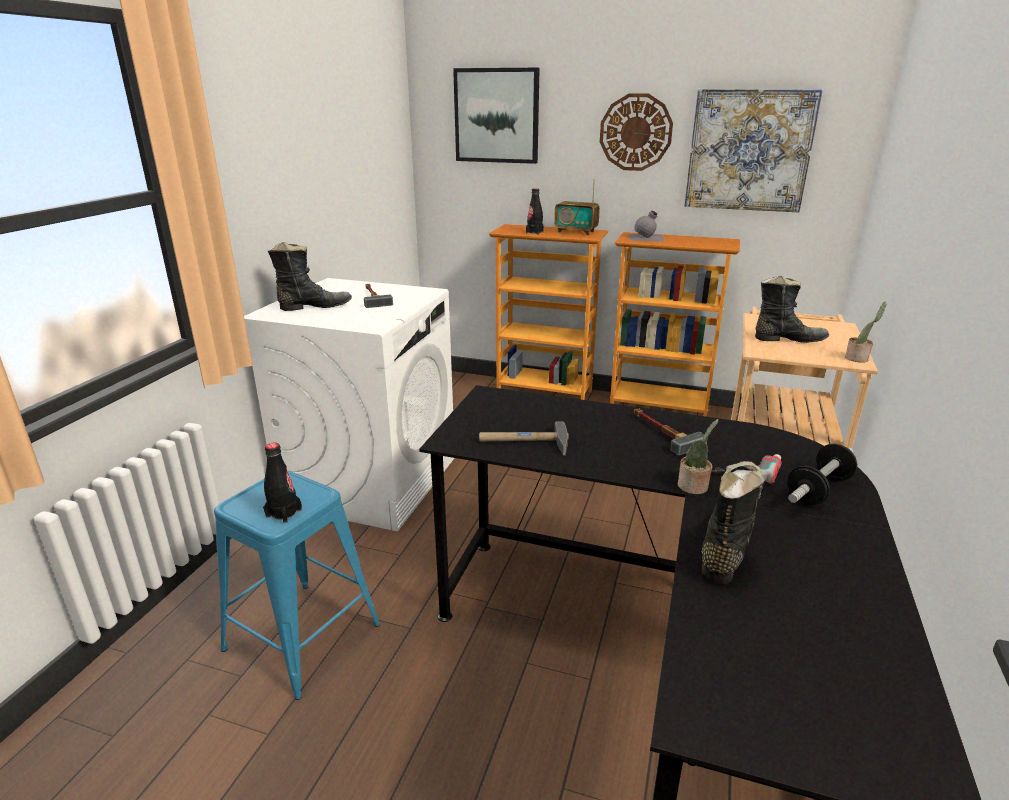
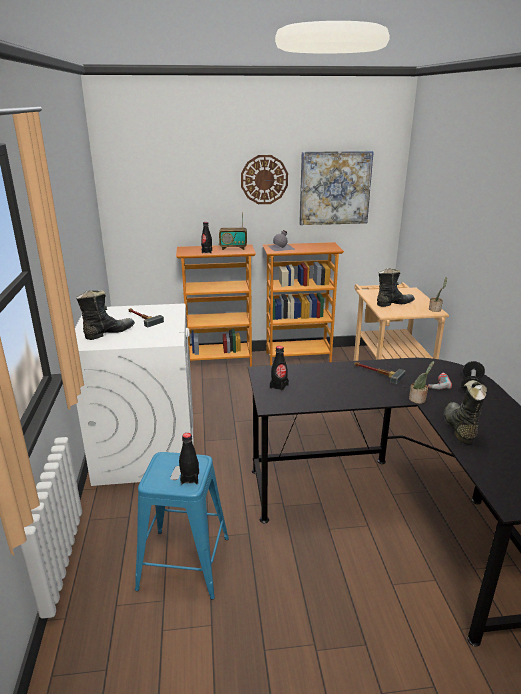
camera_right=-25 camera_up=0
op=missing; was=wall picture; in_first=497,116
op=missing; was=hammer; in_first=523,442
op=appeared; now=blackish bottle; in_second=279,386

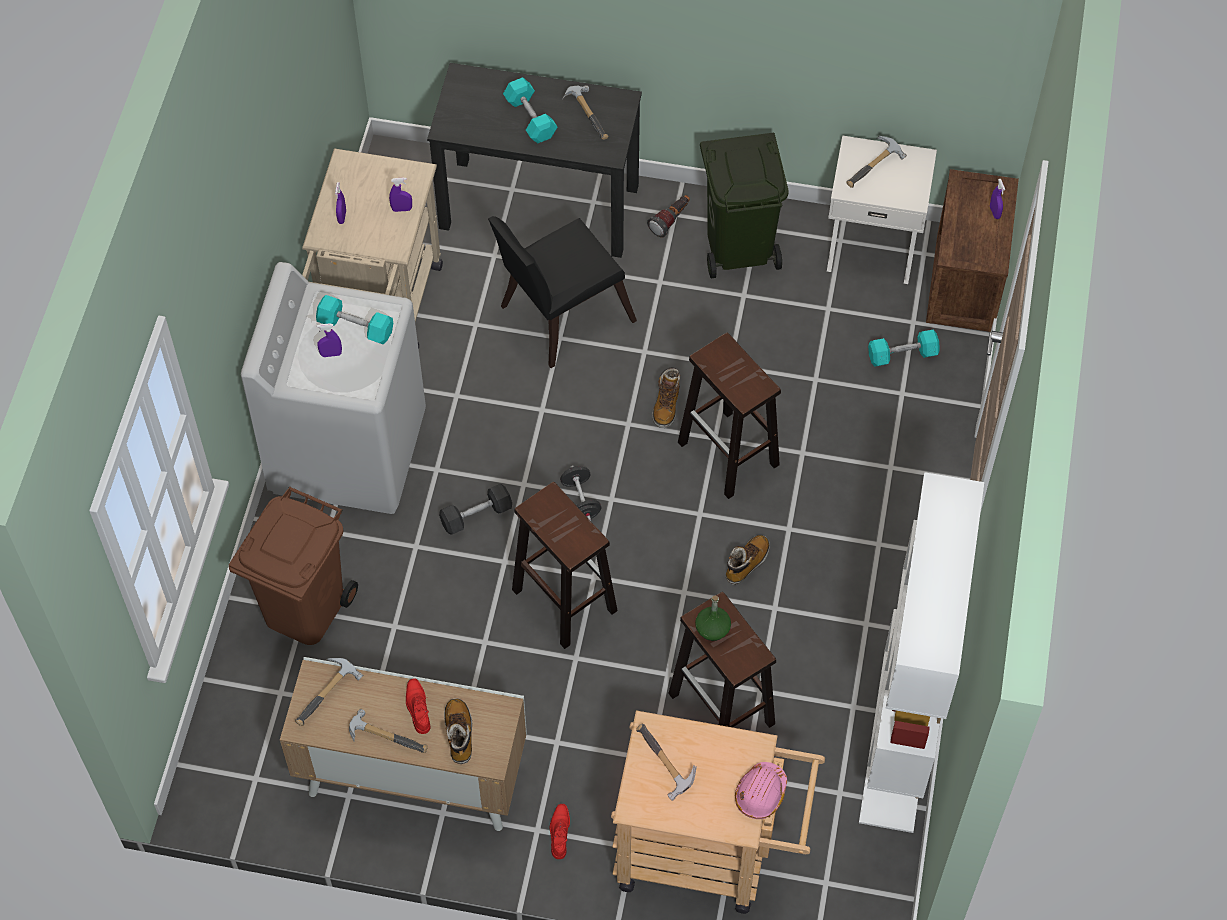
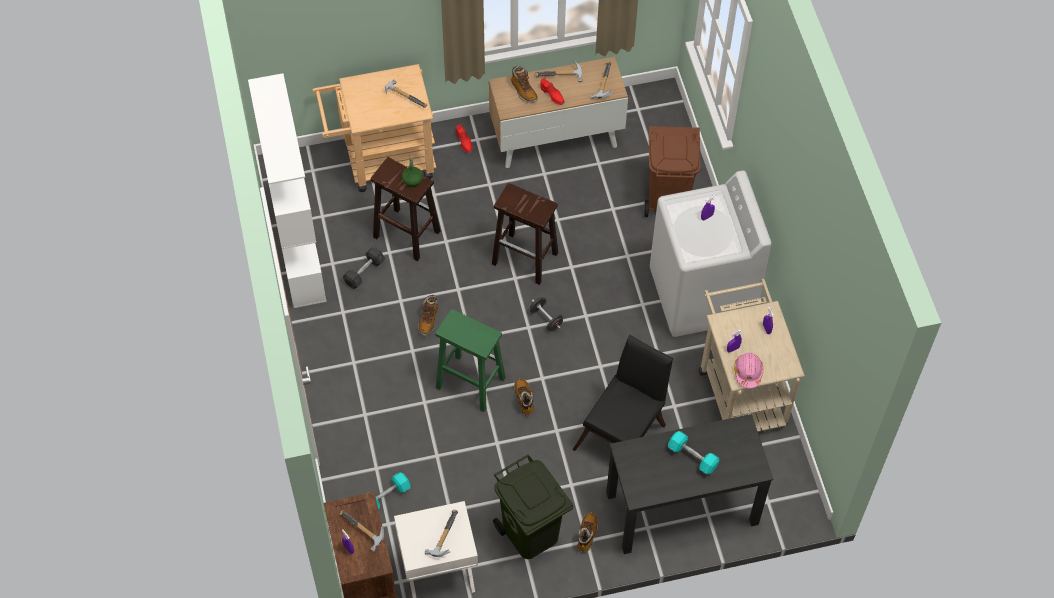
camera_right=155 camera_up=0
op=relocated; was=hammer; in_first=589,114; in_second=361,532
op=exchanged; was=hand torch; now=boot; in_first=671,220; in_second=587,534
op=missing; was=turquoise dumbbell; in_first=355,327
op=colour; was=brown-coloured stool; now=greenish stool; in_first=729,454; in_second=469,383
op=relocated; was=grey dumbbell; in_first=476,515; in_second=364,272
op=relocated; was=pinkish work helmet; in_first=760,794; in_second=748,372

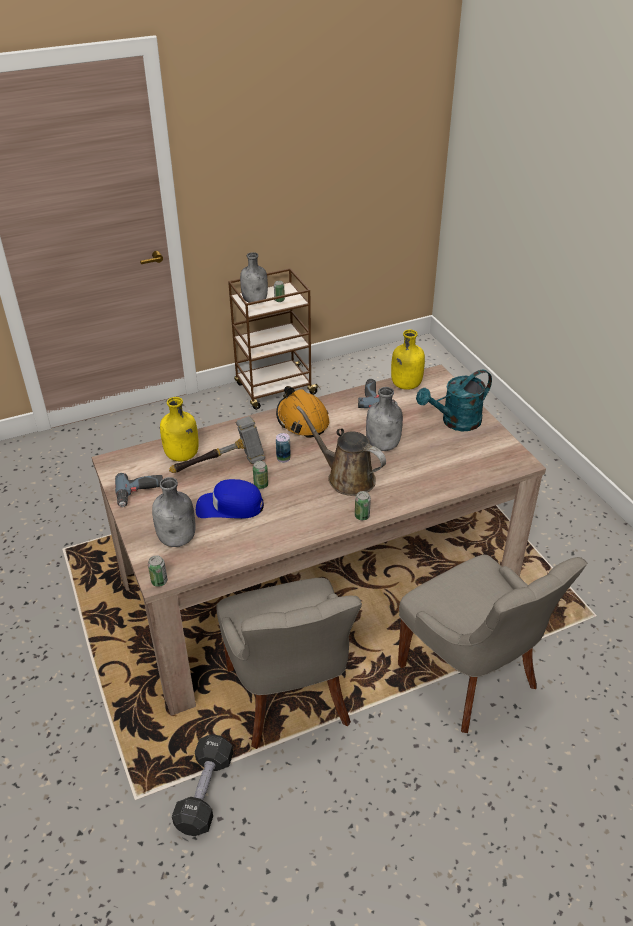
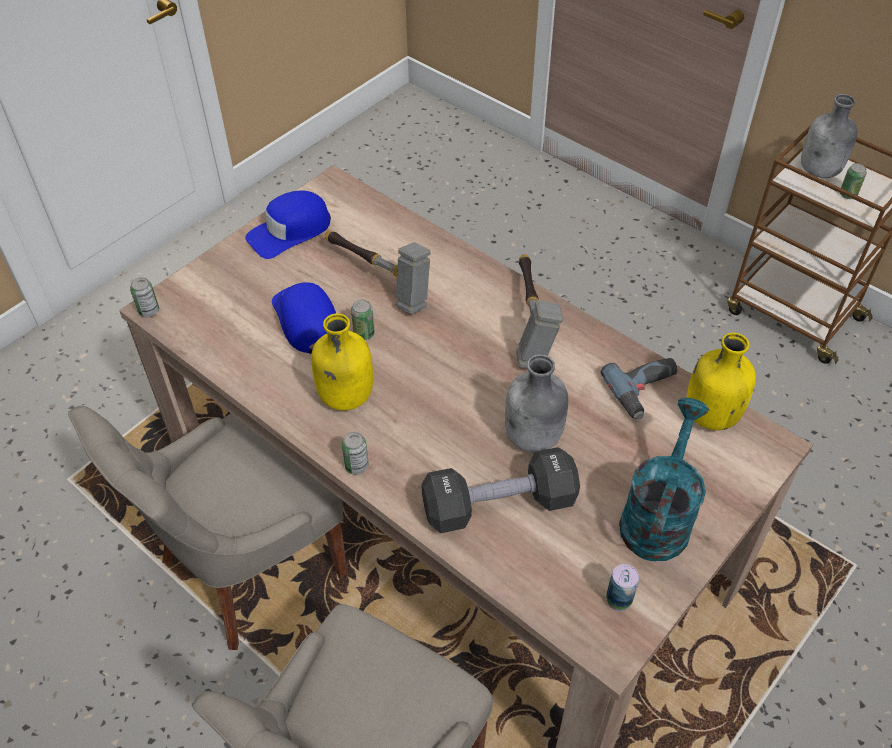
camera_right=65 camera_up=10
op=spun; was=turquoise sprinkling can; in_first=455,422; in_second=658,515; clockwise=75
op=exchanged; was=orange-coloured work helmet; now=hammer; in_first=302,420; in_second=530,323
op=relocated; was=yellow-coloured bottle; in_first=182,456; in_second=345,397
op=missing; was=brown-coloured sprinkling can; in_first=347,477
op=relocated; was=can; in_first=283,458; in_second=618,600
op=exchanged; was=electric drill; now=bluish baseball cap; in_first=140,493; in_second=289,231
op=missing; was=grey bottle; in_first=178,539
op=relocated; was=blackish dumbbell; in_first=205,792; in_second=499,504

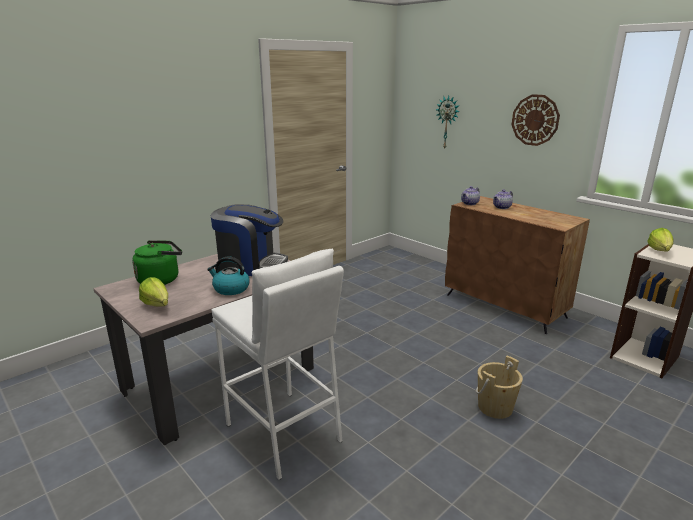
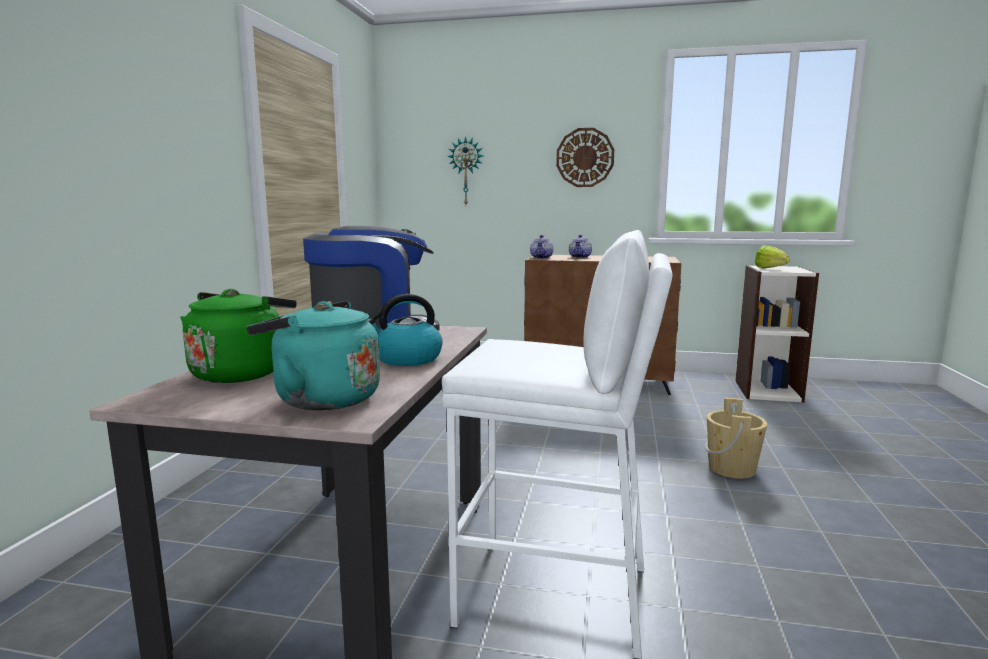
camera_right=-35 camera_up=-10
op=exchanged; was=lettuce; now=turquoise kettle; in_first=158,307; in_second=321,399

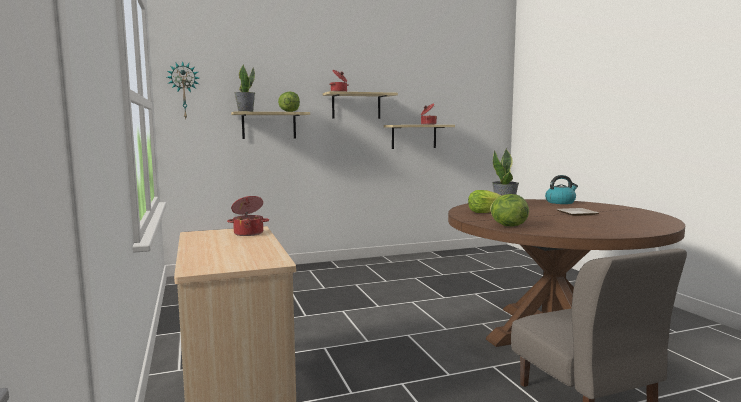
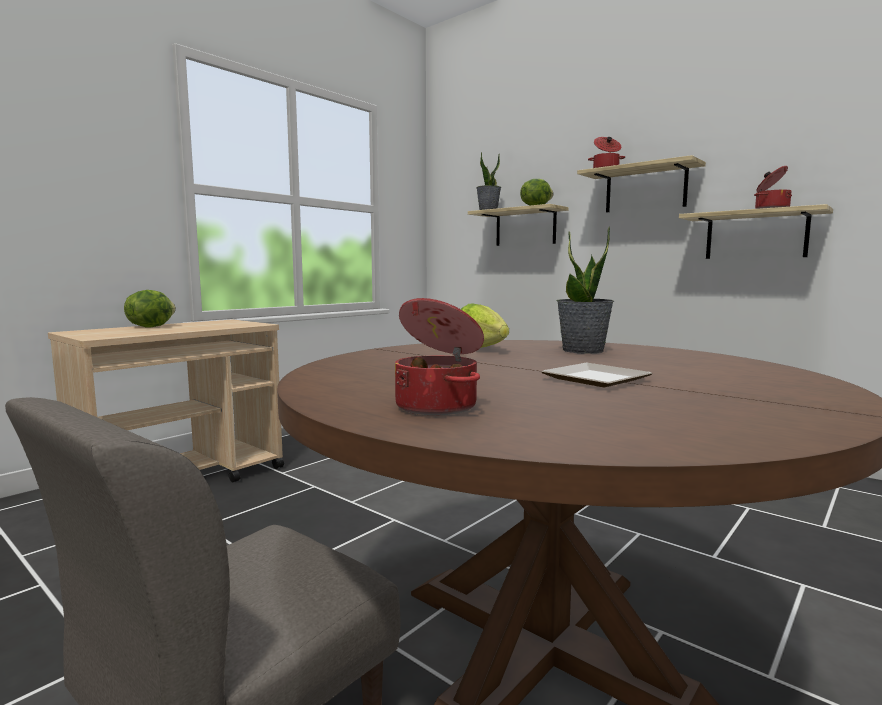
camera_right=60 camera_up=0
op=missing; was=clock on the wall; in_first=184,90
op=missing; was=kettle; in_first=560,202
op=relocated; was=lettuce; in_first=507,226; in_second=150,327
op=relocated; was=saucepot; in_first=248,233; in_second=438,406

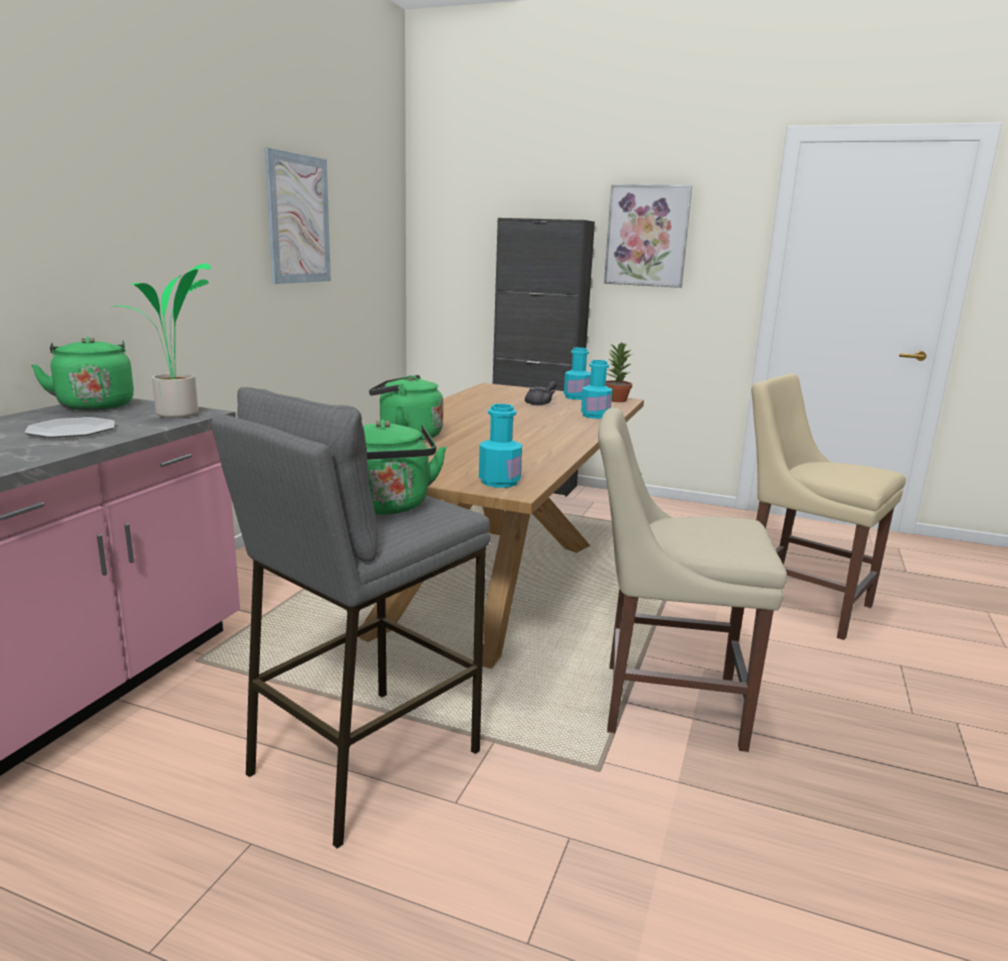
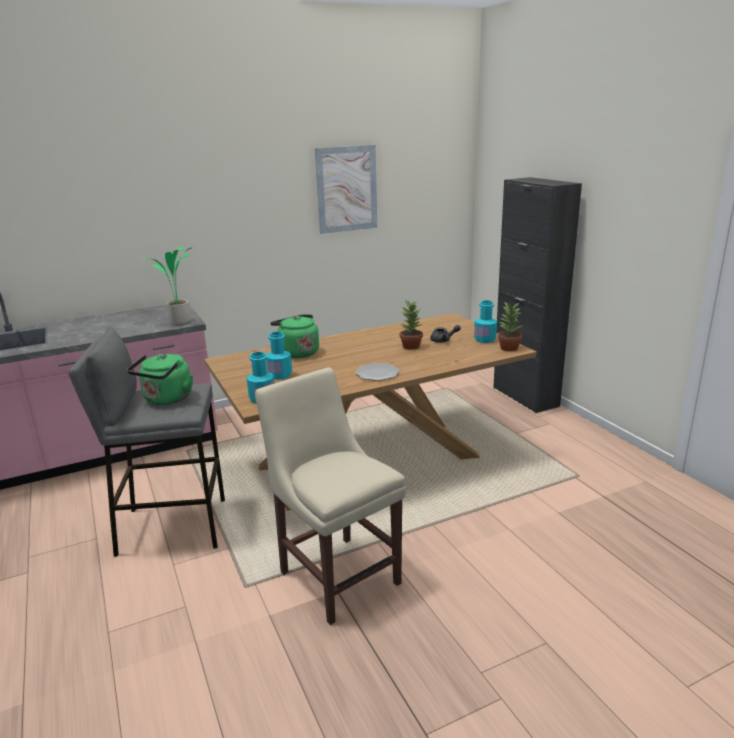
camera_right=45 camera_up=5
op=missing; was=wall picture; in_first=647,236
op=missing; was=greenish kettle; in_first=95,405
op=relocated; was=turquoise bottle; in_first=595,415; in_second=280,375
op=missing; was=beige upright chair; in_first=799,603
op=relocated; was=dinner plate; in_first=72,430; in_second=377,373
op=appeared; now=plant in a pot; in_second=411,346

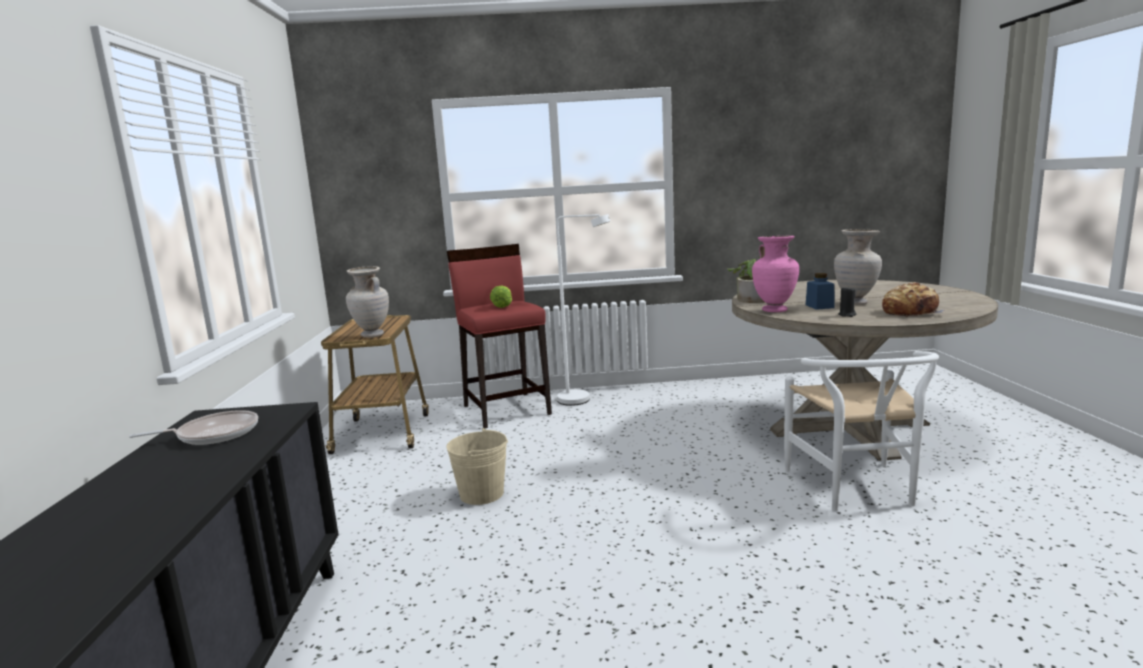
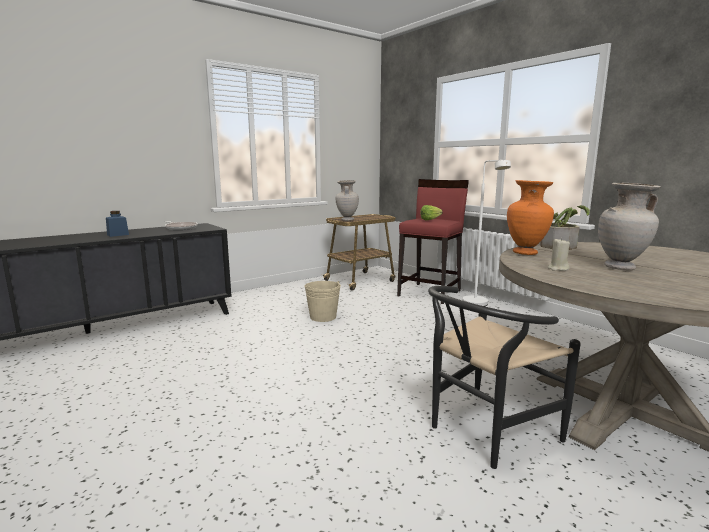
camera_right=55 camera_up=0
op=colour; was=pinkish vase; now=orange-coloured vase; in_first=775,310; in_second=526,253
op=relocated; was=bluish jar; in_first=819,306; in_second=118,235
op=missing; was=bakery bread; in_first=910,312
op=colour; was=blackish wax candle; now=beige wax candle; in_first=847,315; in_second=558,269
op=colour; was=white-coloured upright chair; now=blackish upright chair; in_first=857,490; in_second=484,433

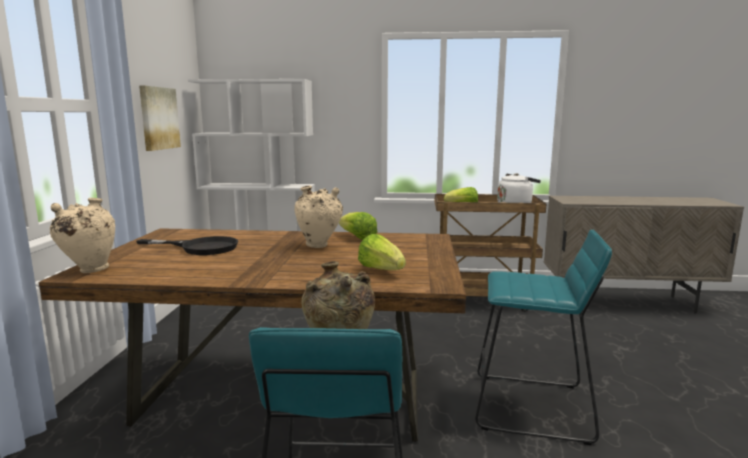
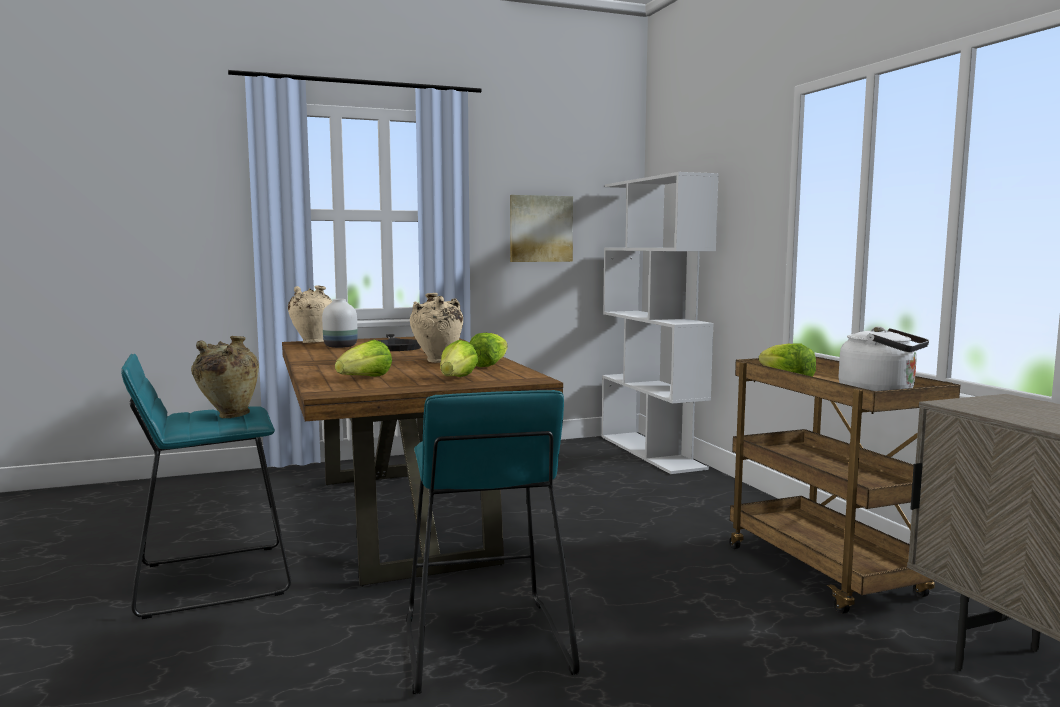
camera_right=65 camera_up=-5
op=appeared; now=white-coloured vase; in_second=341,347
op=appeared; now=lettuce; in_second=457,379

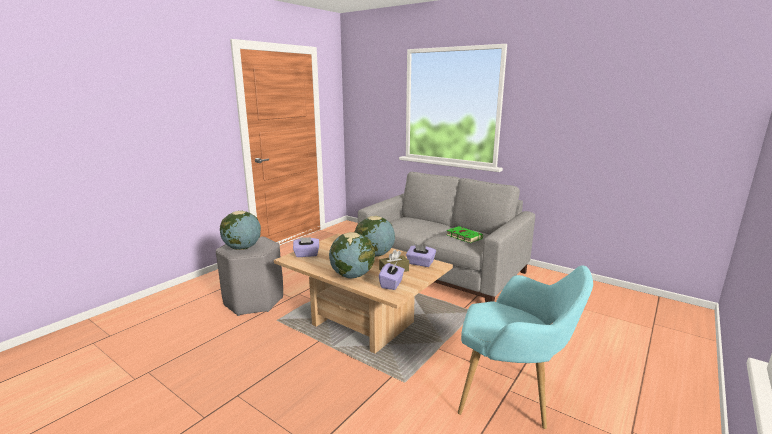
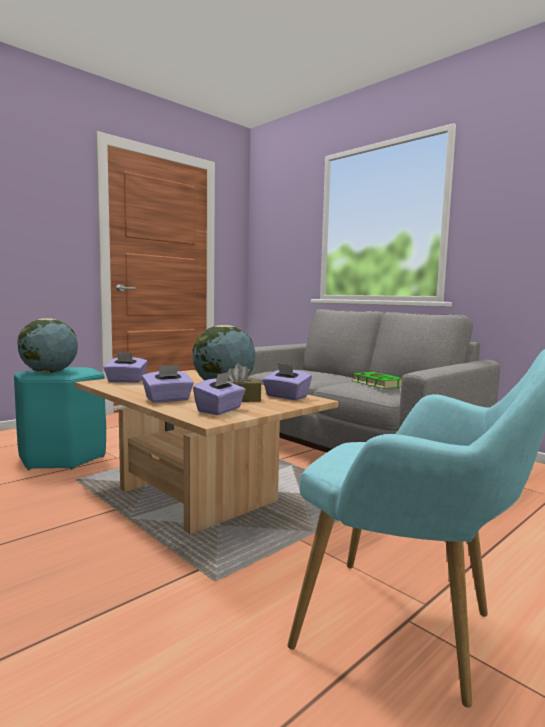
camera_right=10 camera_up=-10
op=exchanged; was=world globe; now=purplish box of tissues; in_first=352,275; in_second=168,399
op=colour; was=grey stool; now=turquoise stool; in_first=254,301; in_second=63,457

